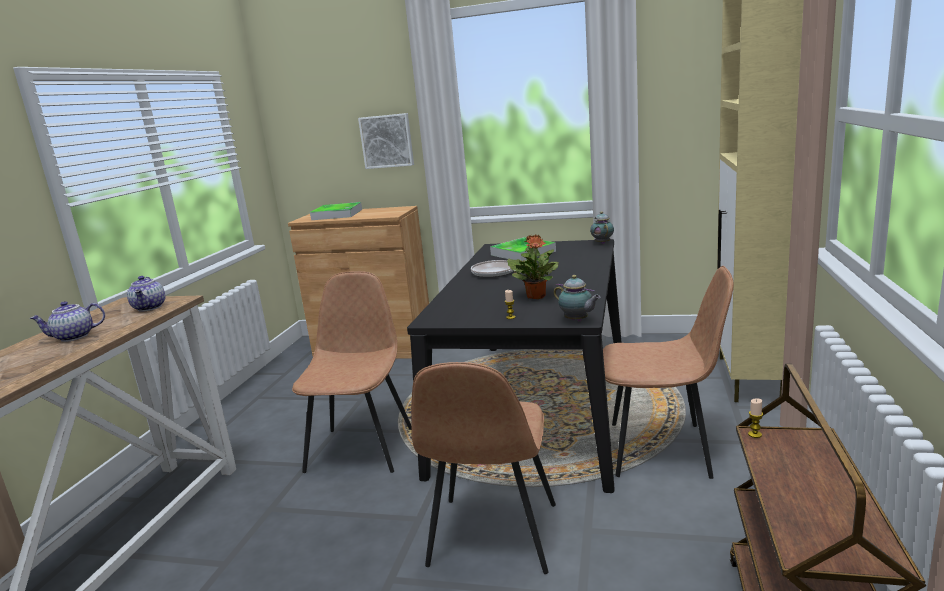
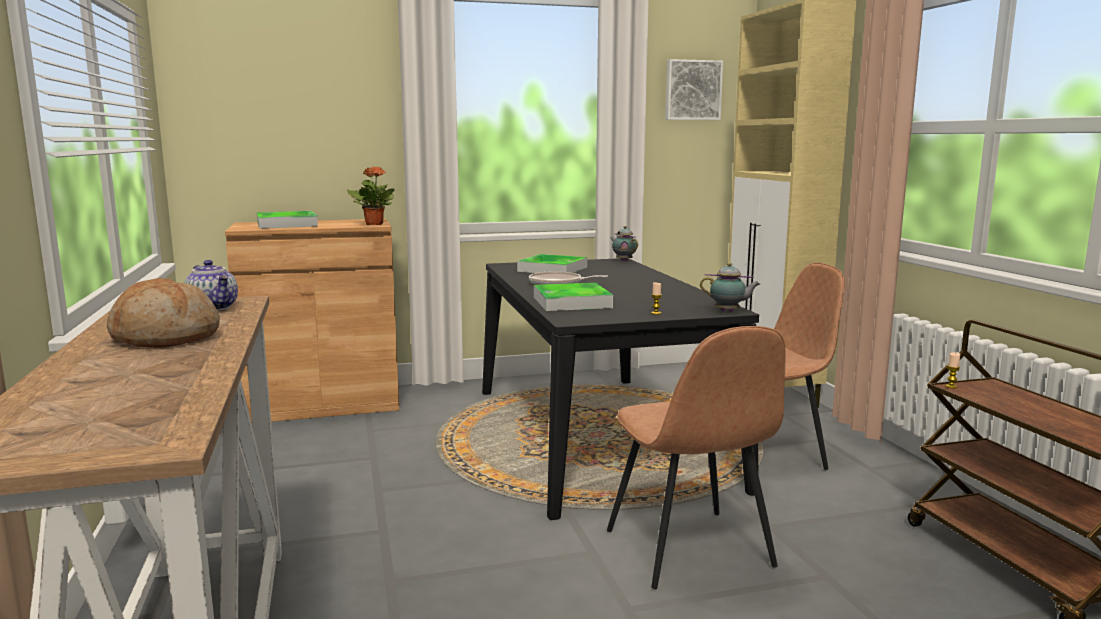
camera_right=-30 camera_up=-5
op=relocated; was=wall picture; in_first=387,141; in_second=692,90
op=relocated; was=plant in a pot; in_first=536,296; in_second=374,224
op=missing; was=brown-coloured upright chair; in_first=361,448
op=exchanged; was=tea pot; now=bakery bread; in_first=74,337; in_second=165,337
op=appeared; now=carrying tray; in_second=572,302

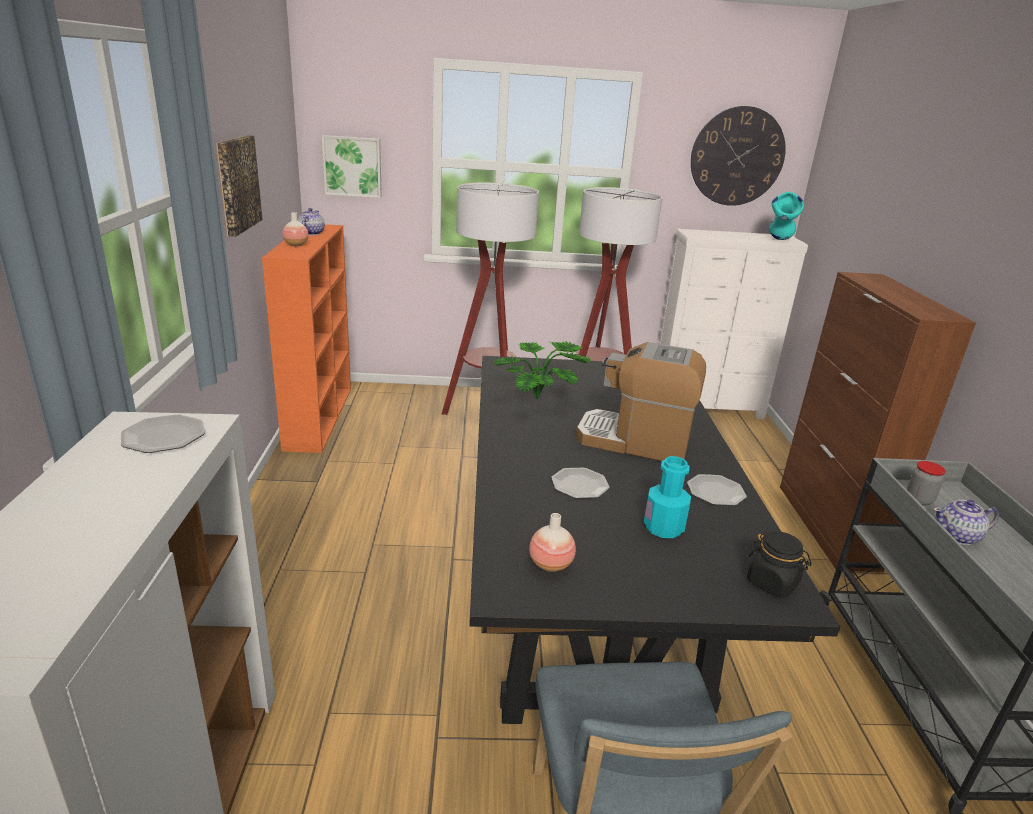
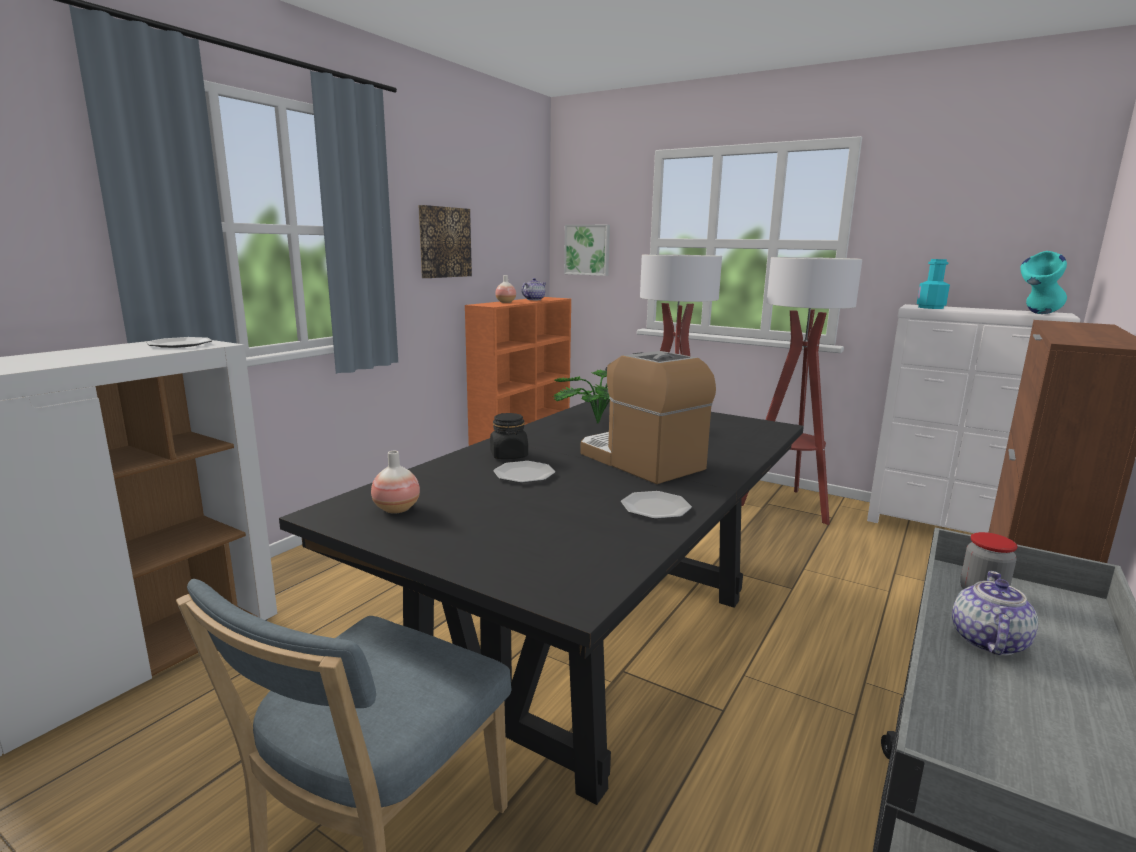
camera_right=35 camera_up=-10
op=missing; was=clock on the wall; in_first=737,156
op=relocated; was=turquoise bottle; in_first=663,527; in_second=930,307
op=spun; was=tea pot; in_first=957,536; in_second=987,642; clockwise=90
op=relocated; was=blackish jar; in_first=772,583; in_second=509,455

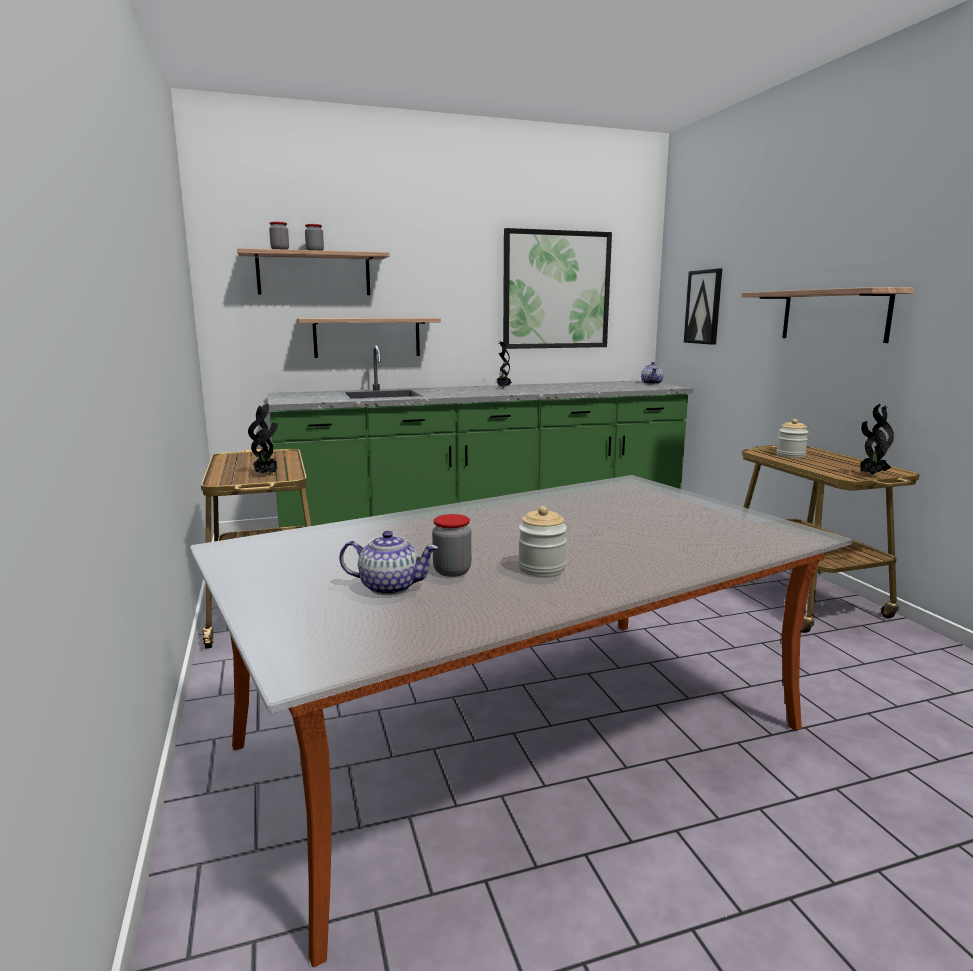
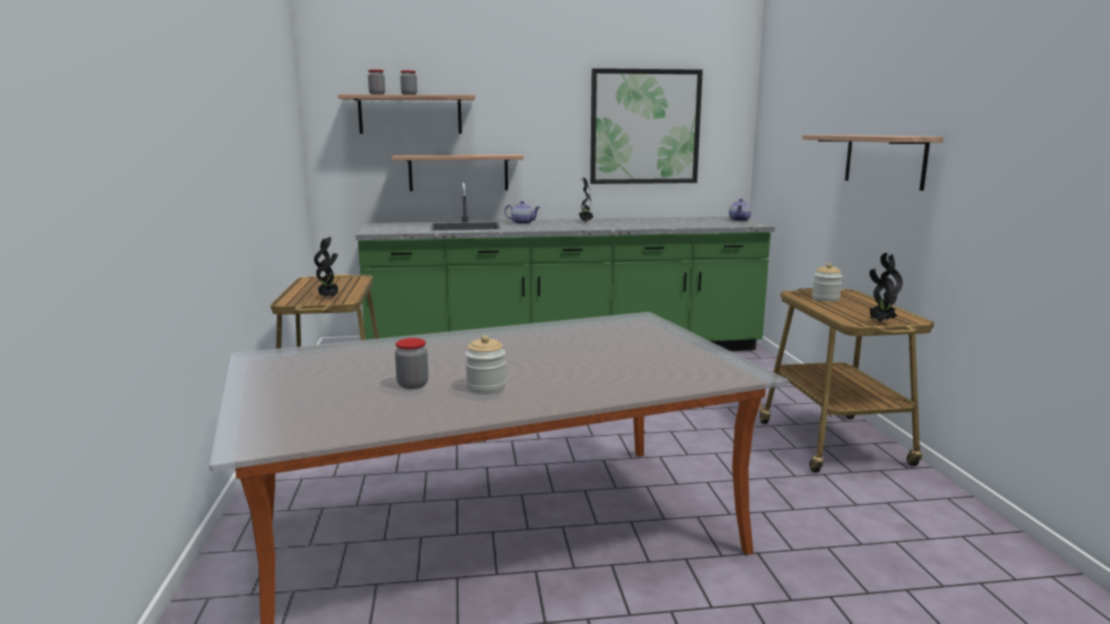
camera_right=10 camera_up=0
op=missing; was=wall picture; in_first=704,307
op=relocated; was=tea pot; in_first=389,587; in_second=522,223

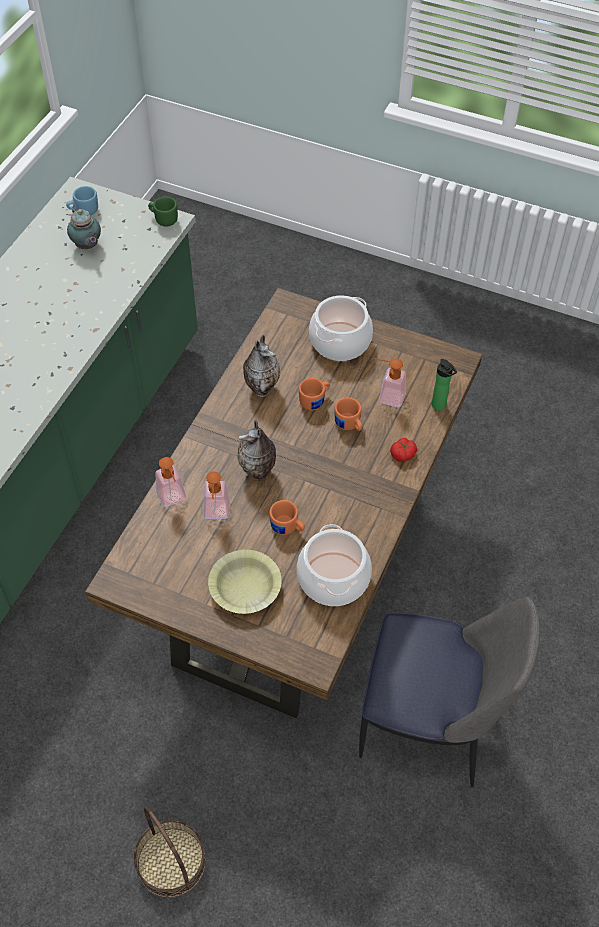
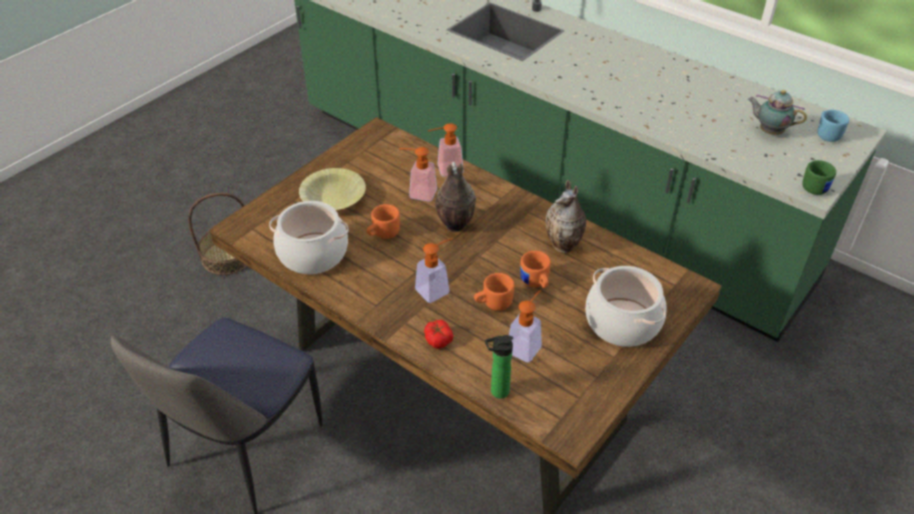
camera_right=105 camera_up=-10
op=spun; was=tea pot; in_first=87,246; in_second=769,131; clockwise=45
op=appeared; now=liquid soap bottle; in_second=437,289

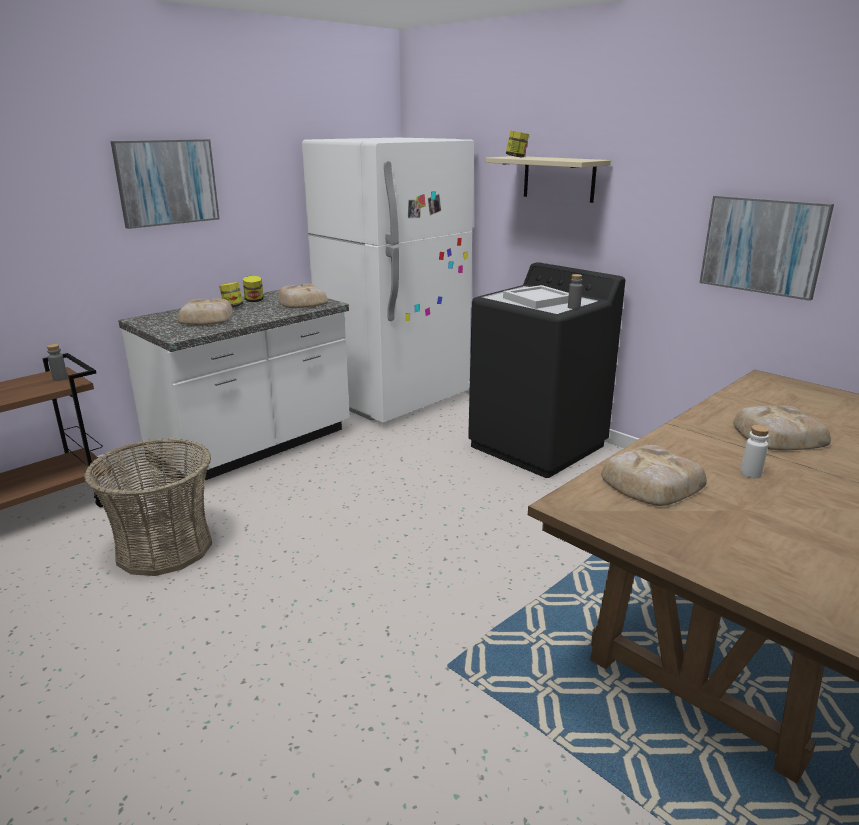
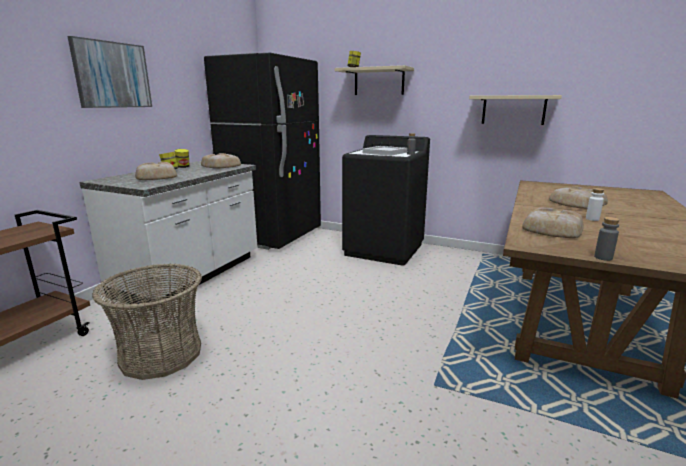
camera_right=-20 camera_up=-5
op=colour; was=white-coloured refrigerator; now=blackish refrigerator; in_first=395,398; in_second=274,236
op=exchanged; was=wall picture; now=beige wall shelf; in_first=763,246; in_second=513,110
op=relocated; was=grey bottle; in_first=60,378; in_second=603,257

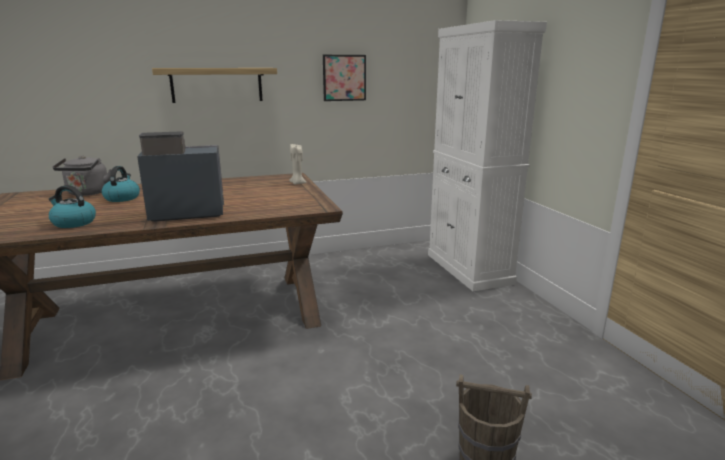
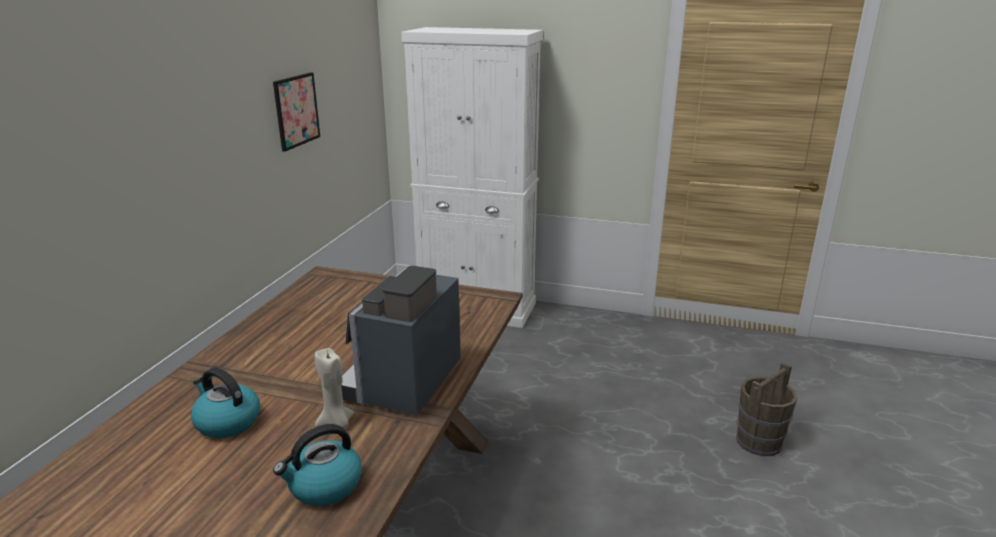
camera_right=-55 camera_up=5
op=missing; was=wall shelf; in_first=217,85
op=relocated; was=beige wax candle; in_first=297,183; in_second=336,423
op=missing; was=grey kettle; in_first=87,193

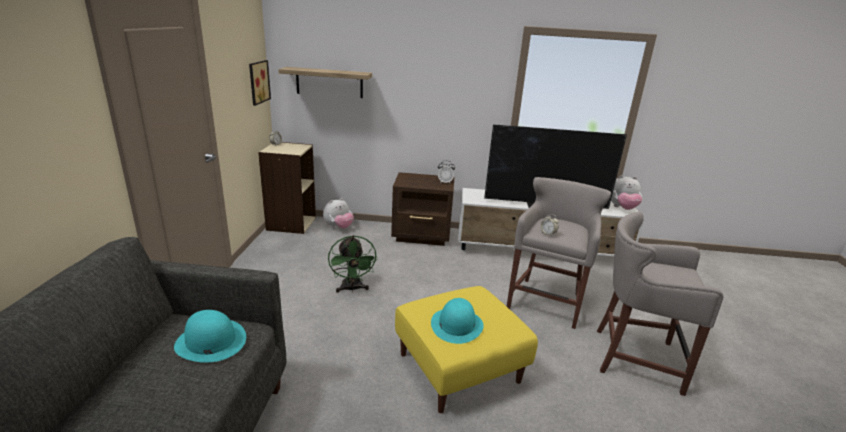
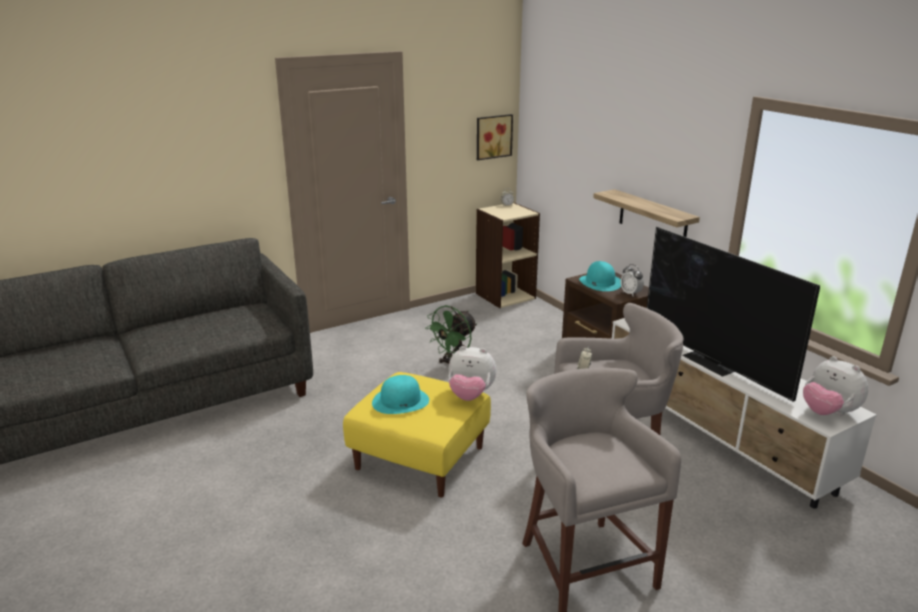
camera_right=55 camera_up=0
op=relocated; was=wall shelf; in_first=329,82; in_second=652,218
op=relocated; was=soft toy; in_first=339,227; in_second=470,396
op=relocated; was=turquoise clothing hat; in_first=210,341; in_second=600,282

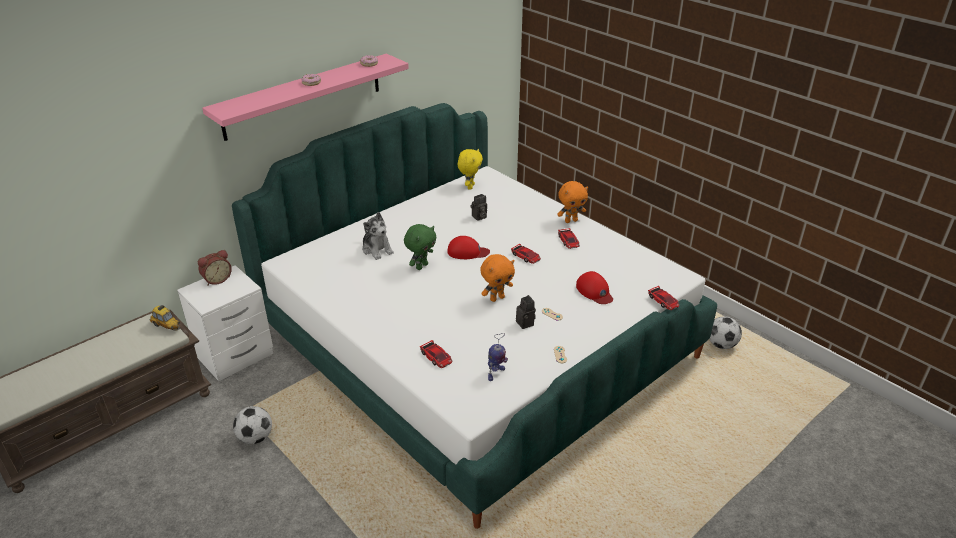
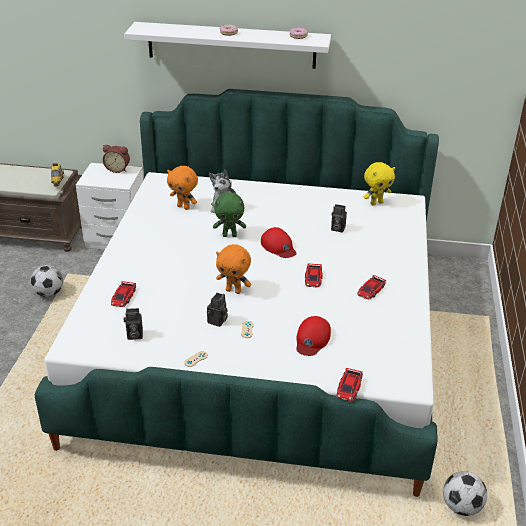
camera_right=50 camera_up=0
op=colour; was=pinkish wall shelf; now=white-coloured wall shelf; in_first=303,96; in_second=231,45
op=relocated; was=orange-coloured soft toy; in_first=571,221; in_second=184,207
op=exchanged; was=model robot; now=photo camera; in_first=495,373; in_second=134,335

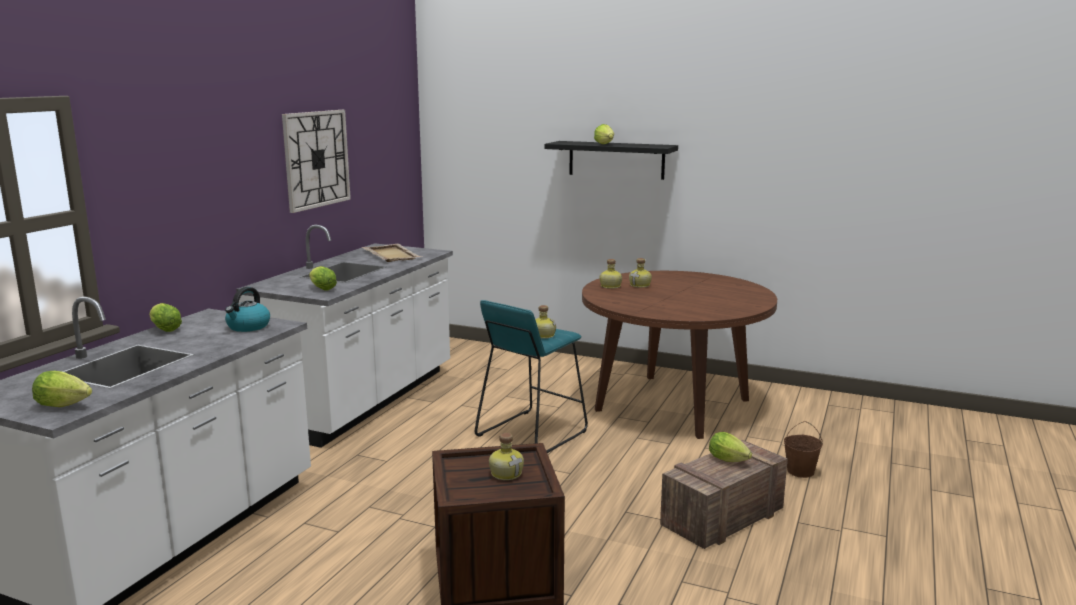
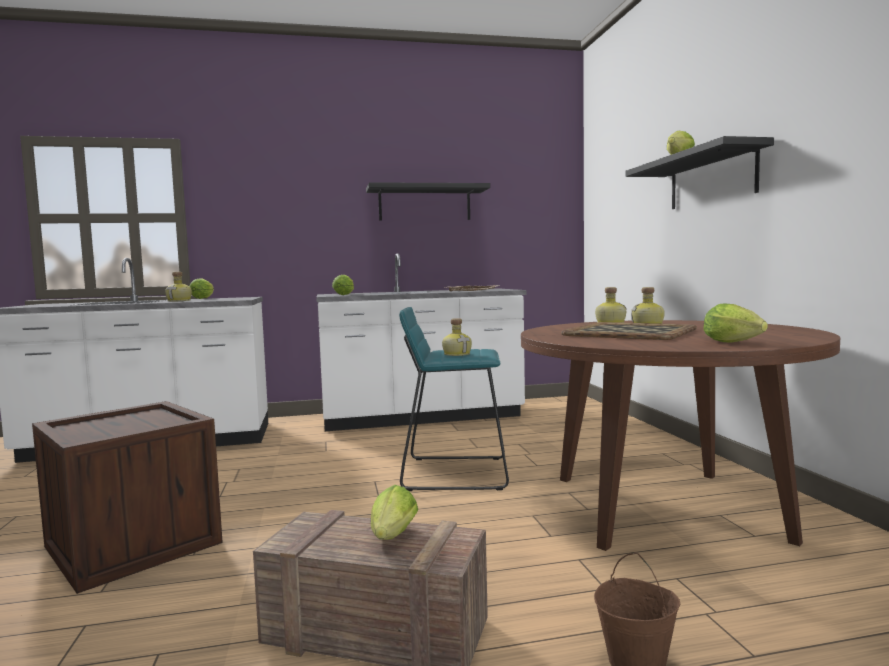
camera_right=55 camera_up=-10
op=exchanged; was=clock on the wall; now=blackish wall shelf; in_first=316,159; in_second=424,204
op=missing; was=kettle; in_first=248,327
op=relocated; was=lettuce; in_first=66,405; in_second=735,343
op=relocated; was=bottle; in_first=506,473; in_second=180,301
op=appeared; now=carrying tray; in_second=630,332

